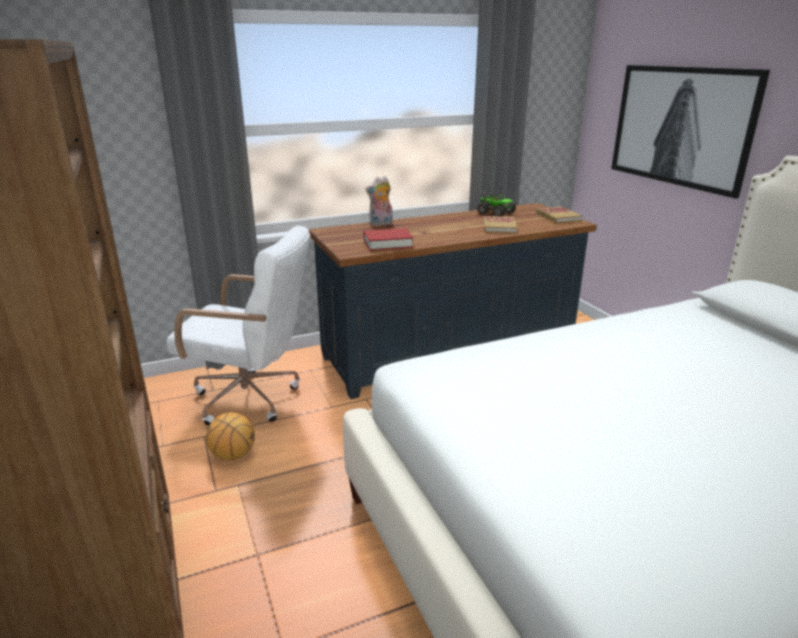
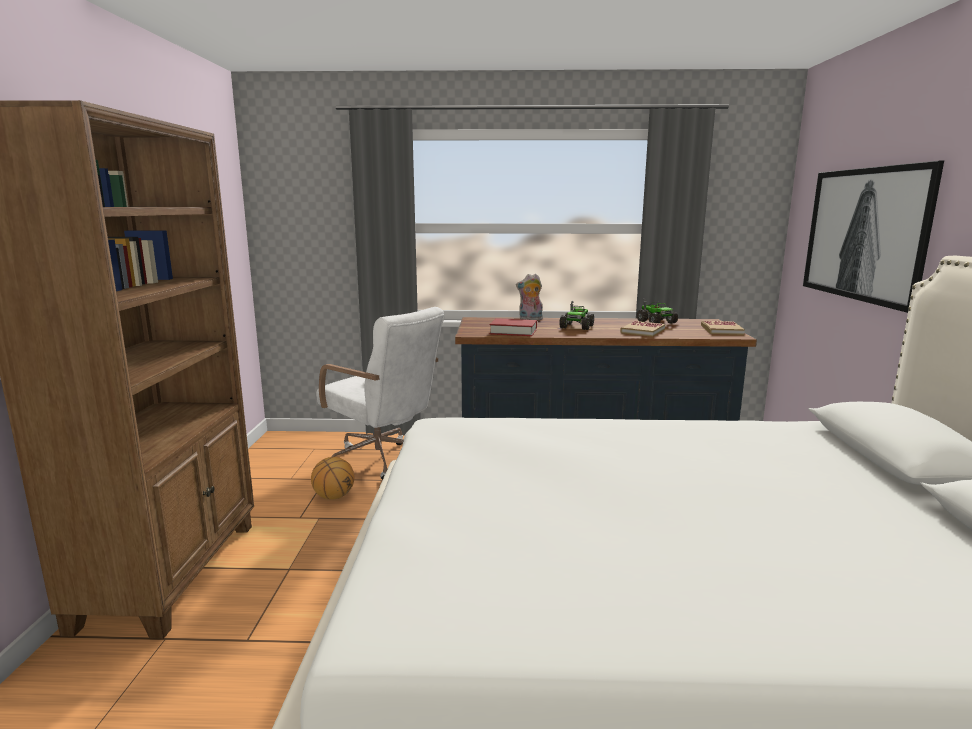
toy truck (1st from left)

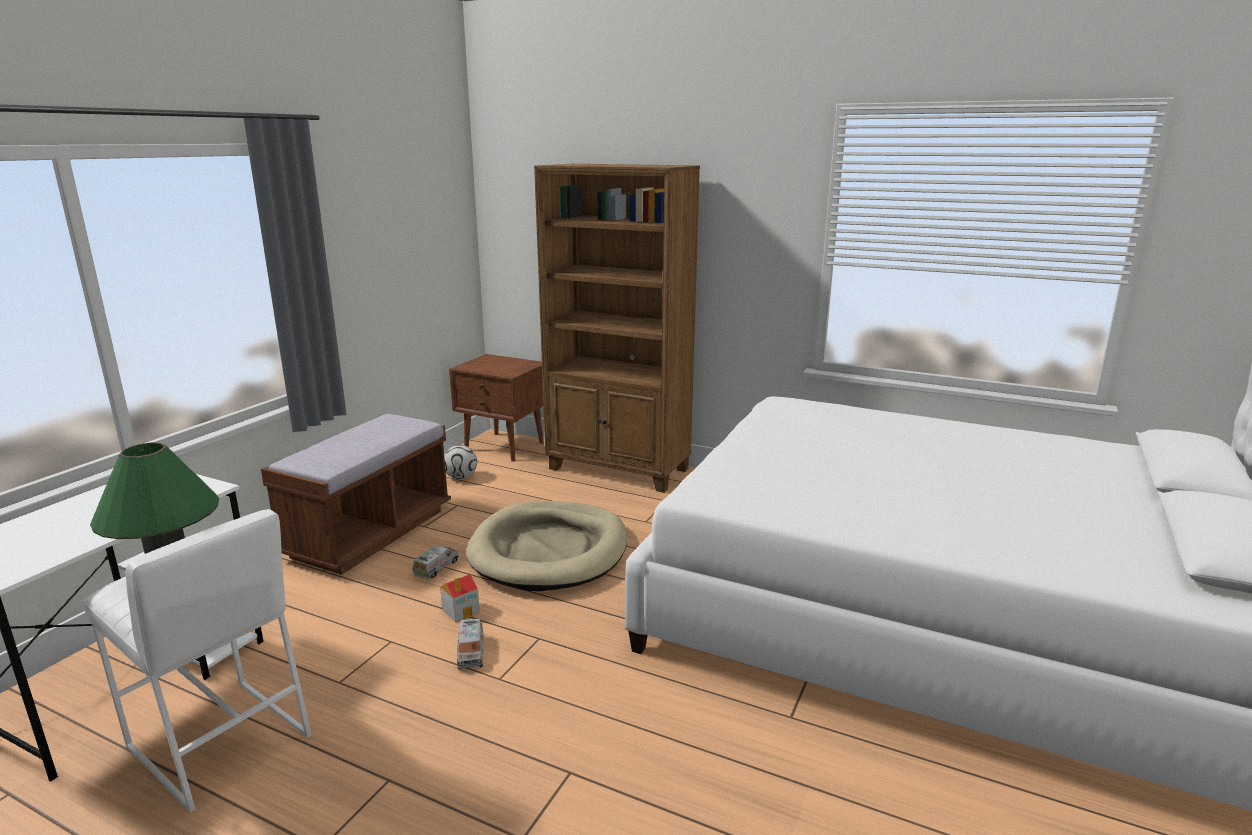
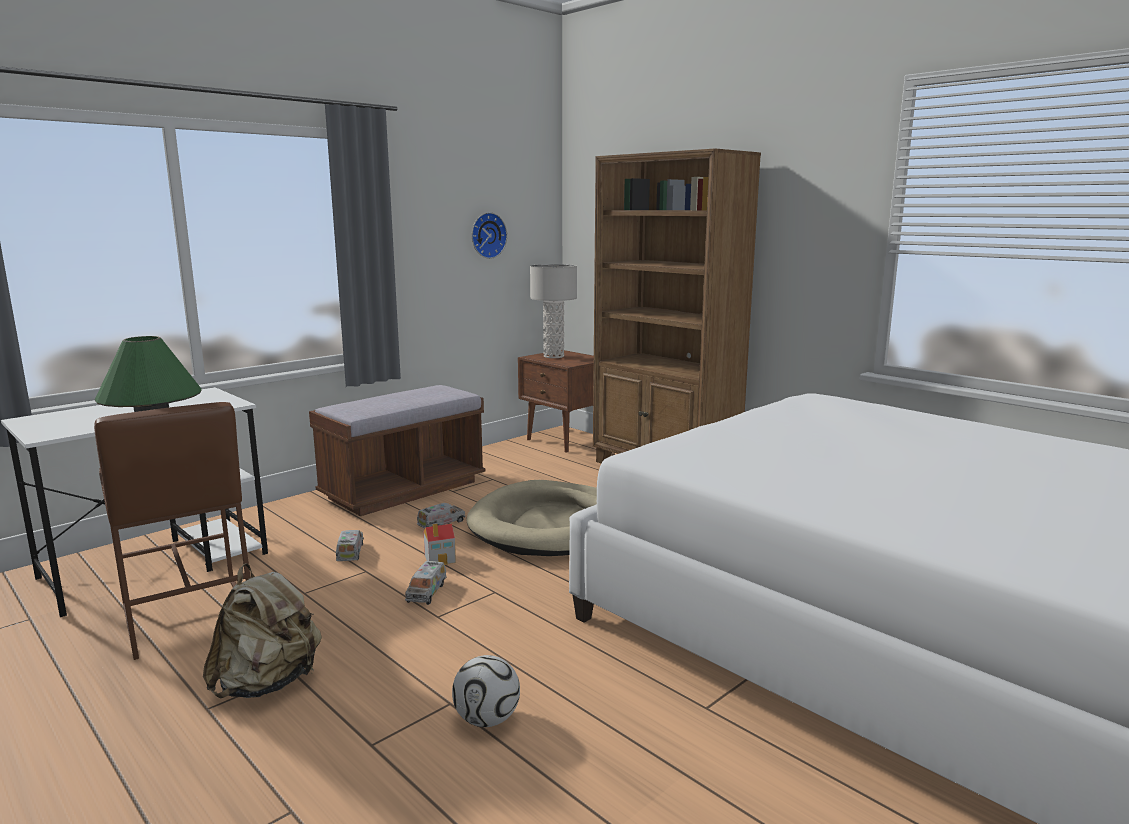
beige backpack; toy truck (1st from left); wall clock; white table lamp; football; brown stool

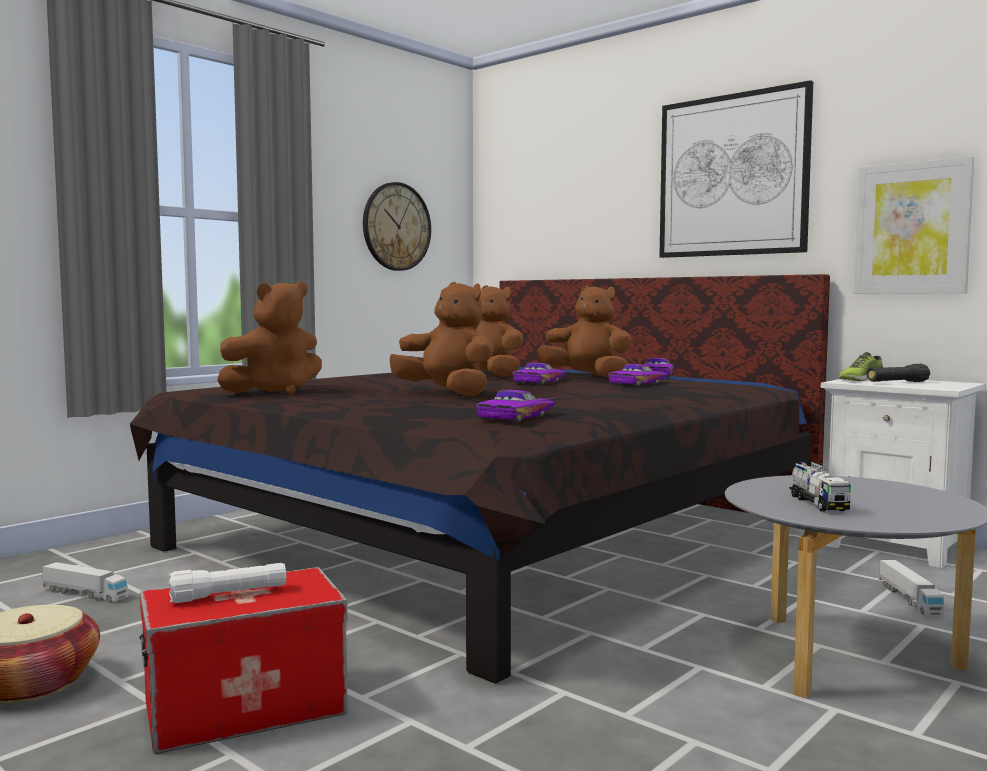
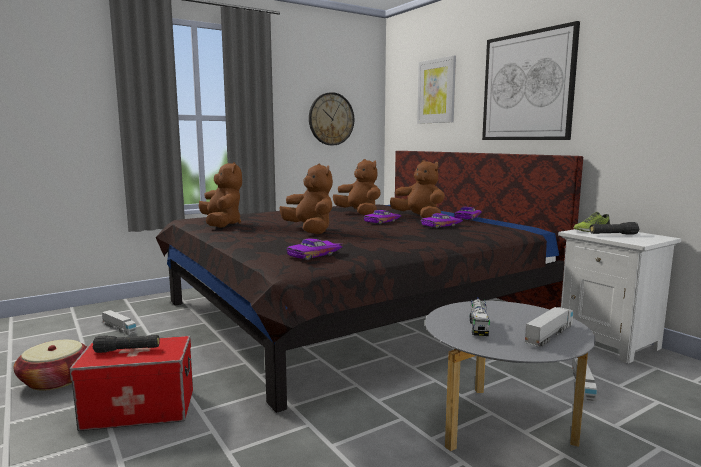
toy truck (3rd from left); picture (1st from left); black flashlight (1st from left); brown plush toy (1st from left)

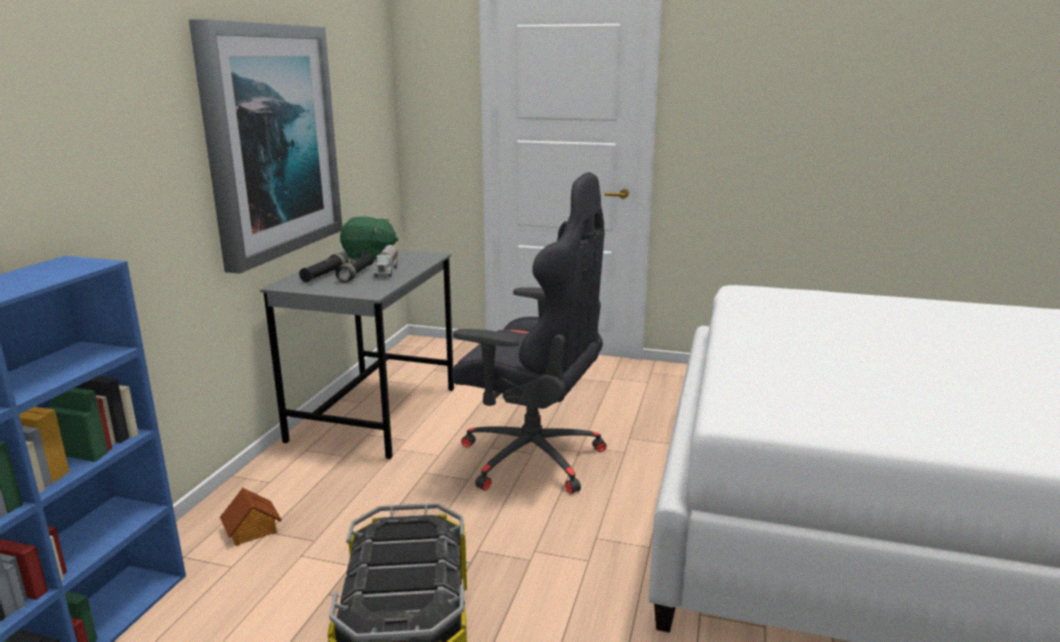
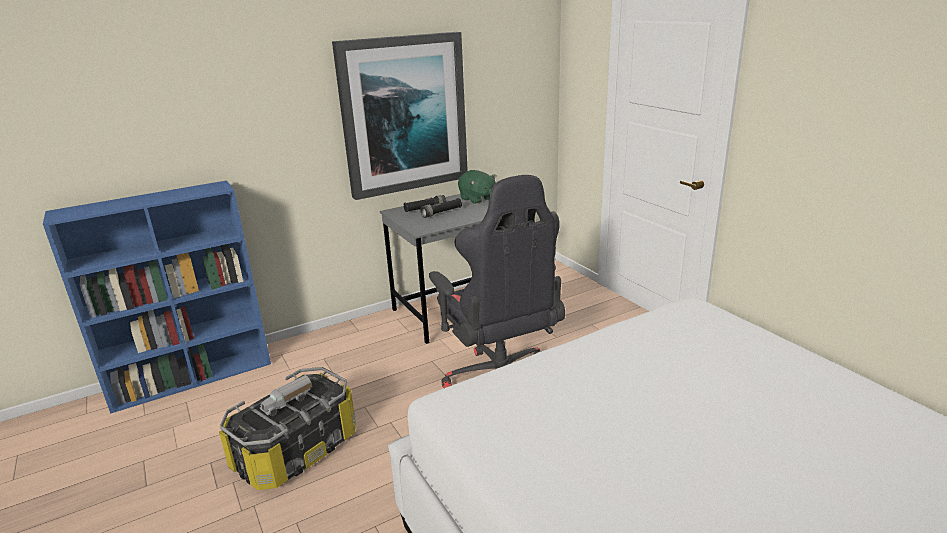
toy house; toy truck

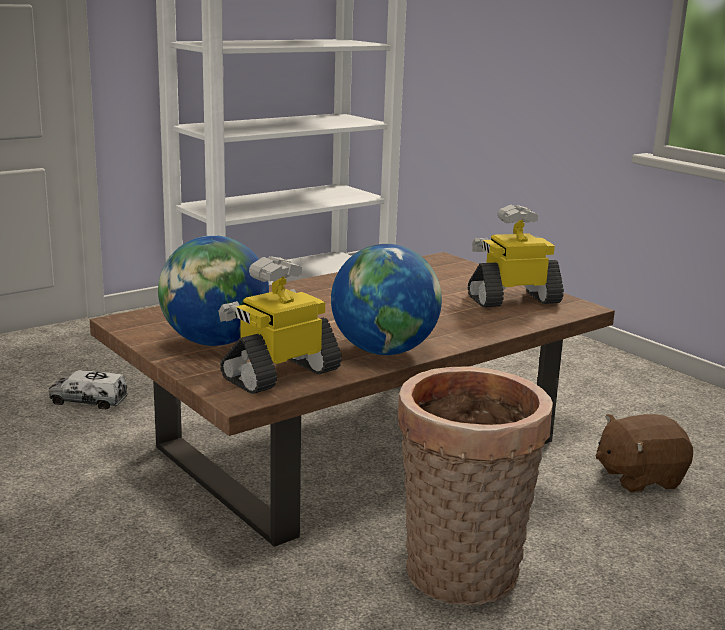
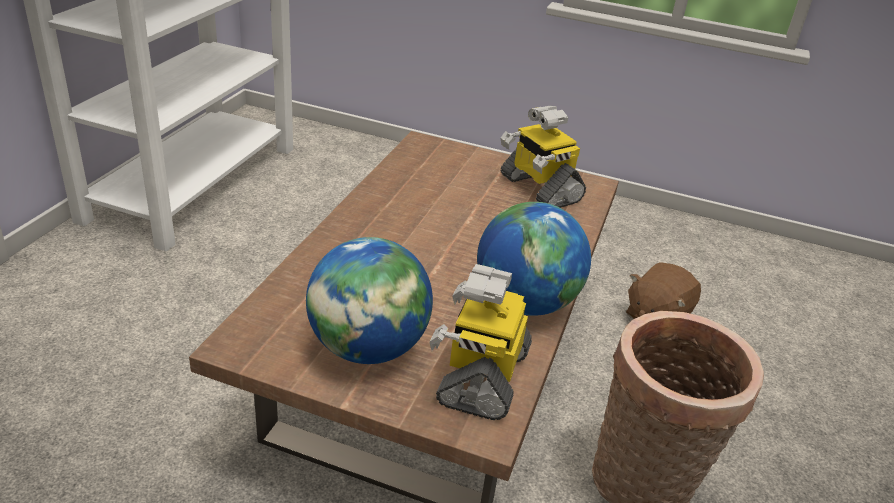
toy truck; toy robot (2nd from left)

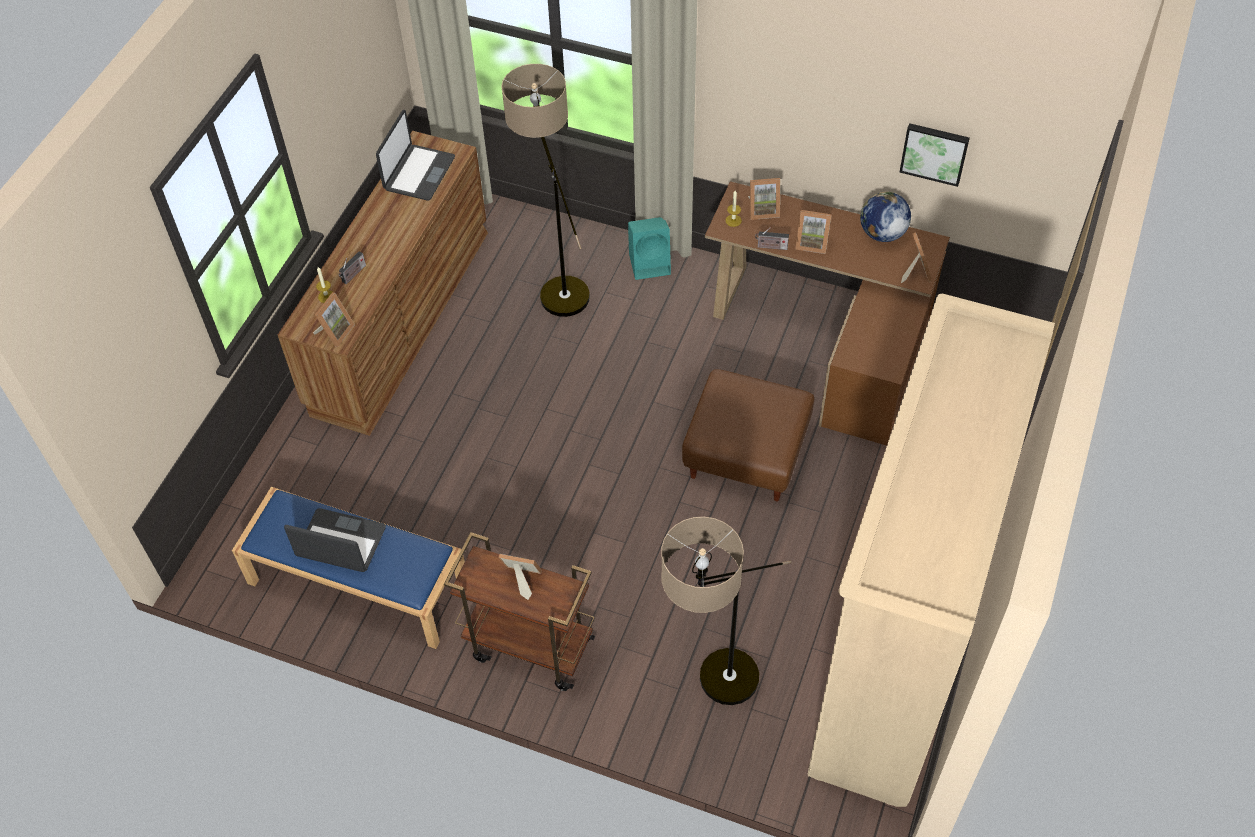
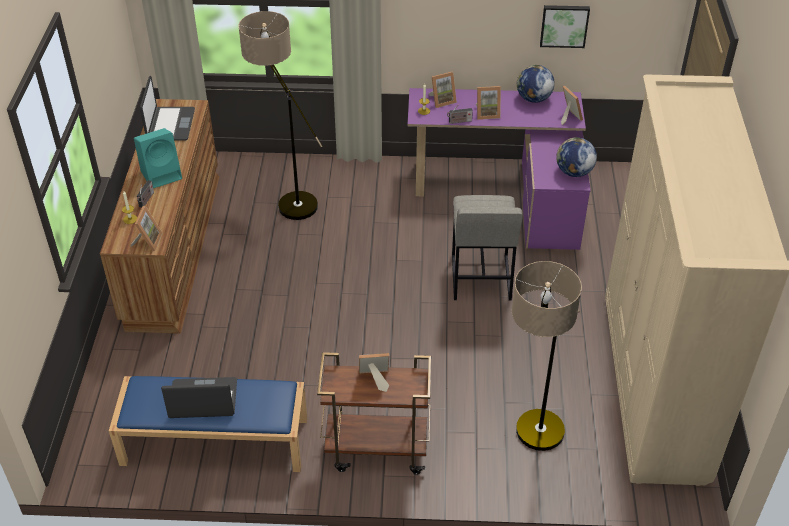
globe (2nd from left); turquoise speaker; grey chair; purple desk

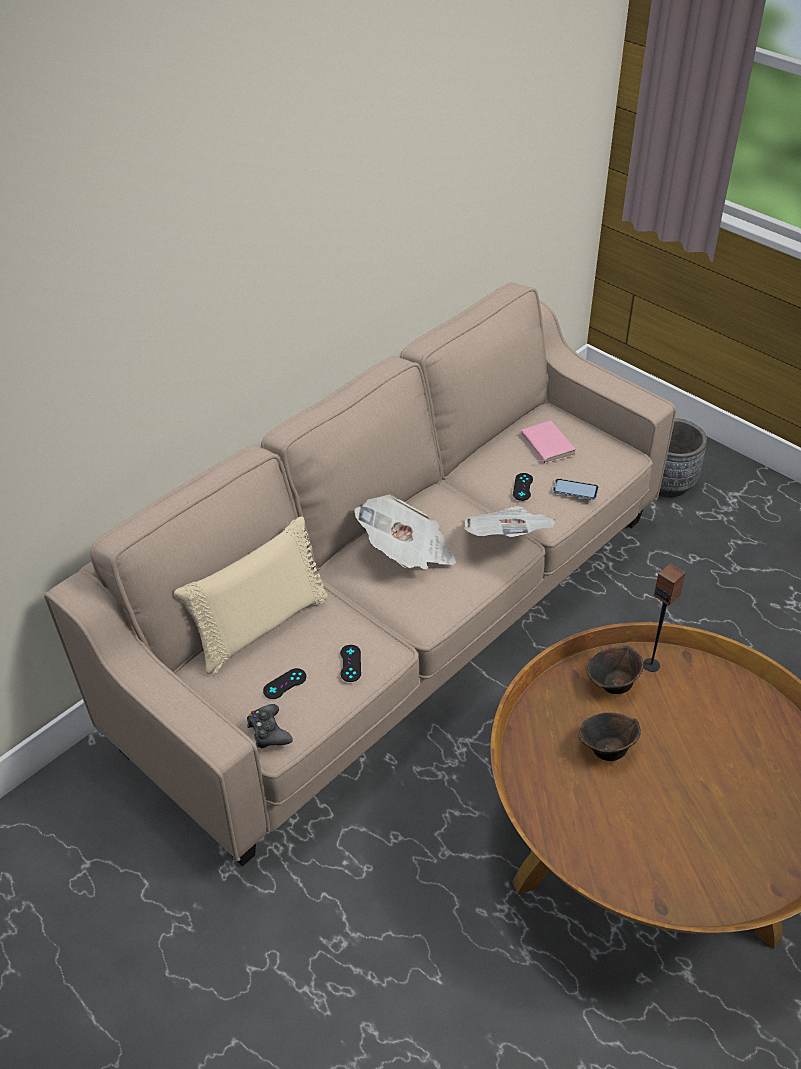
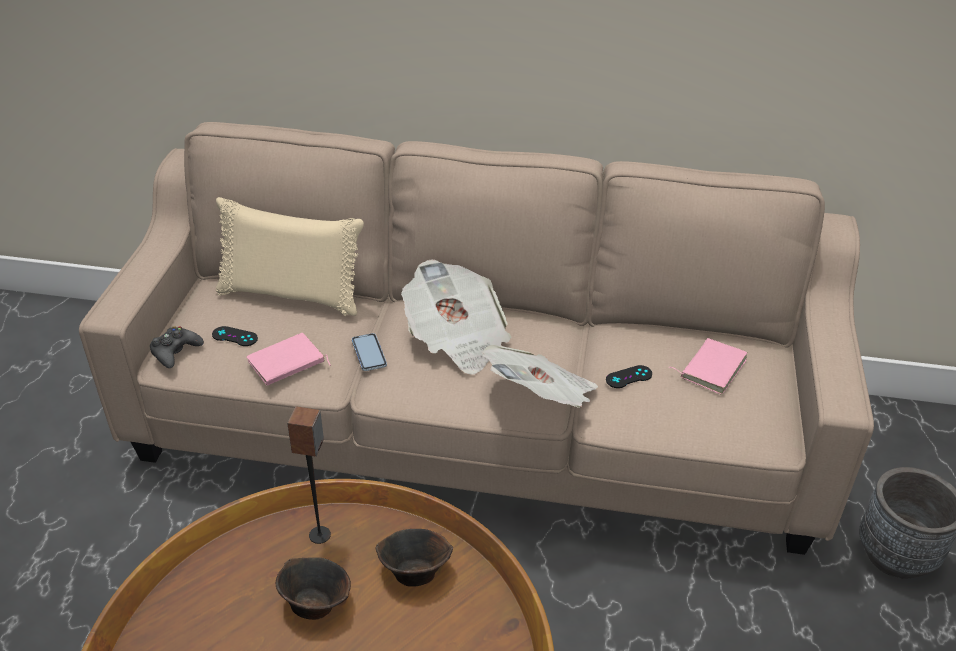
phone; speaker; pink book (1st from left)

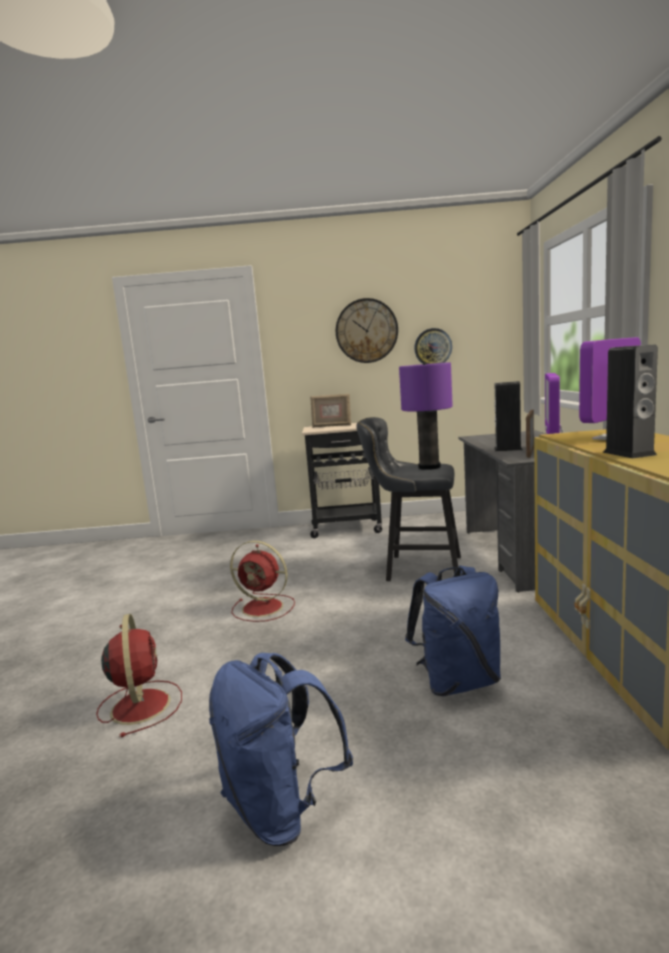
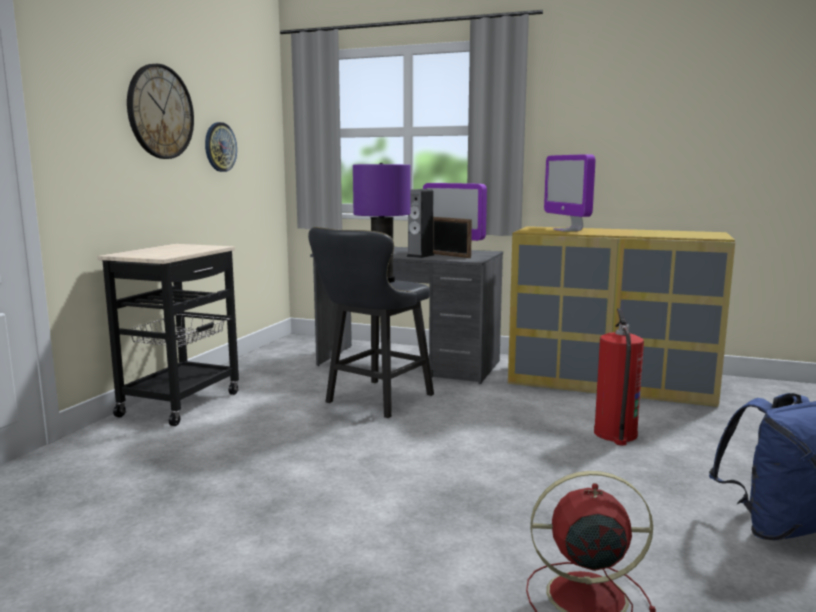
red fan (2nd from left in the first image); picture frame (1st from left in the first image); speaker (2nd from left in the first image); fire extinguisher

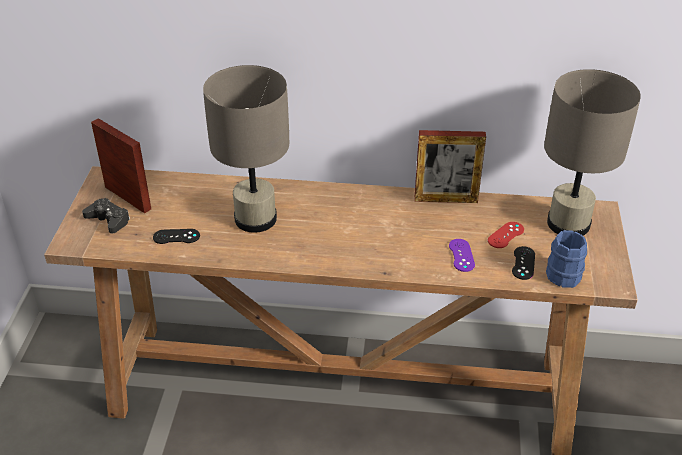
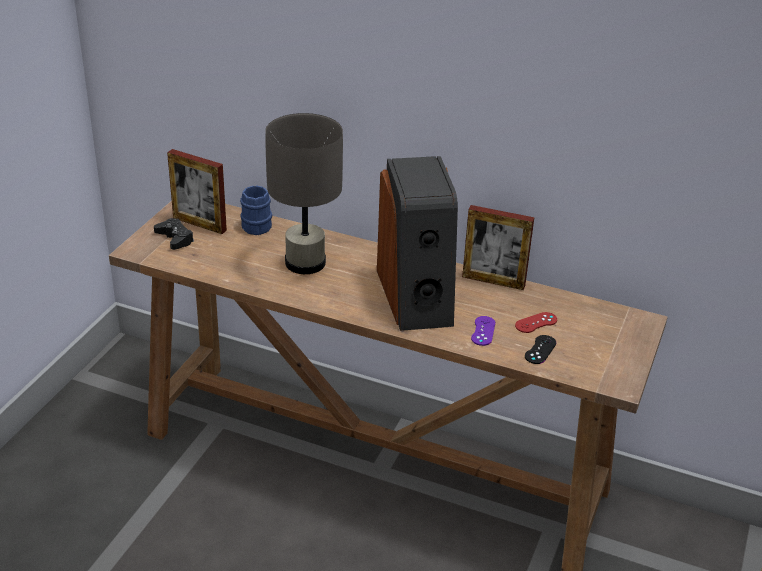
black game controller (2nd from left in the first image); grey table lamp (2nd from left in the first image); speaker; blue mug; picture frame (1st from left)

